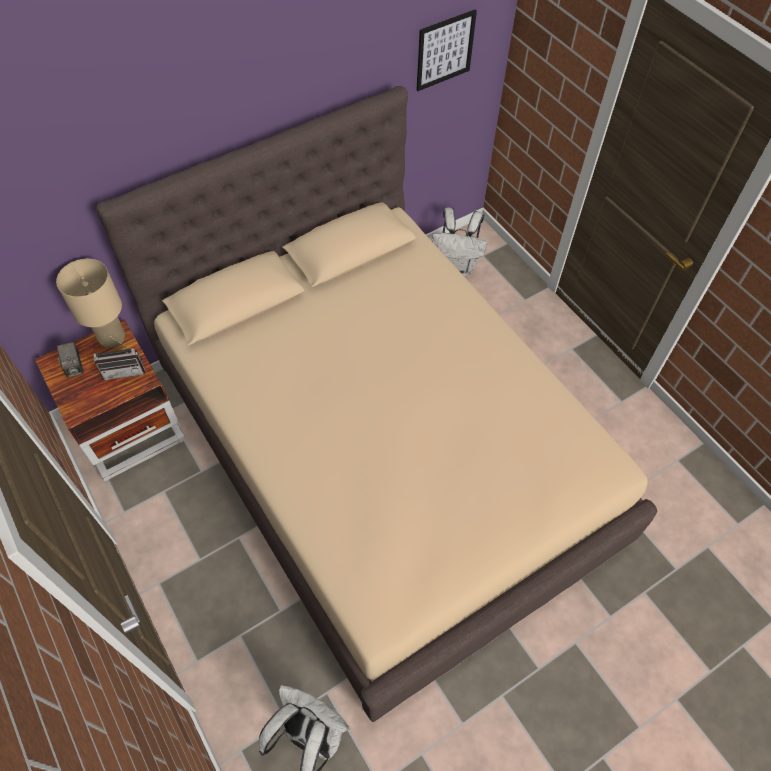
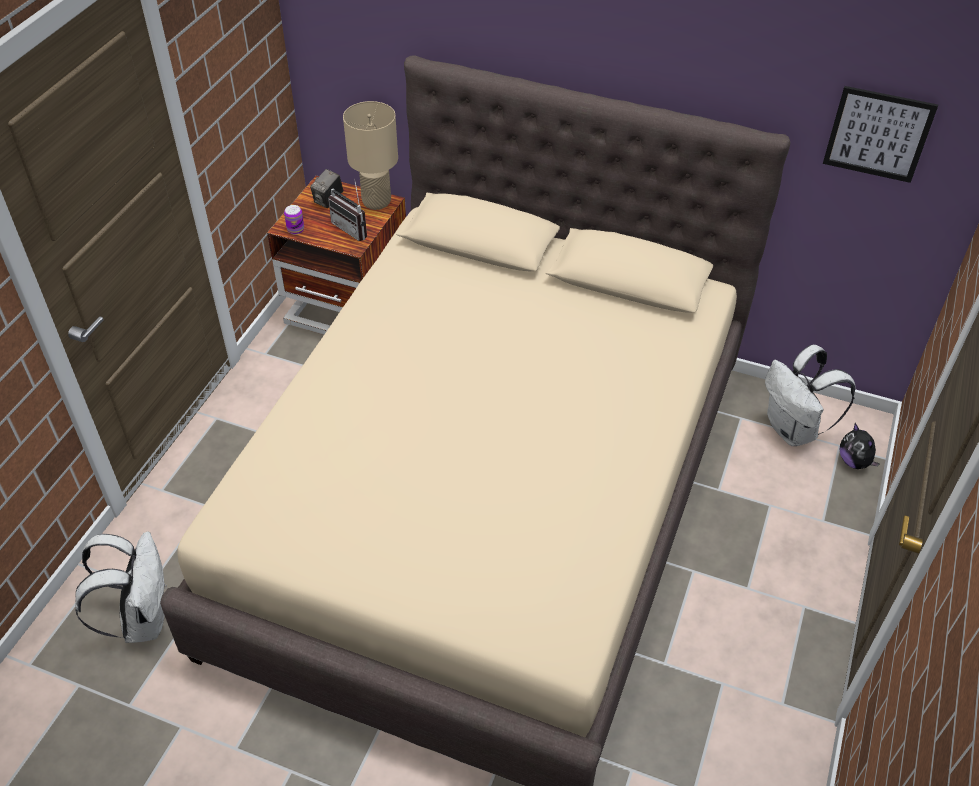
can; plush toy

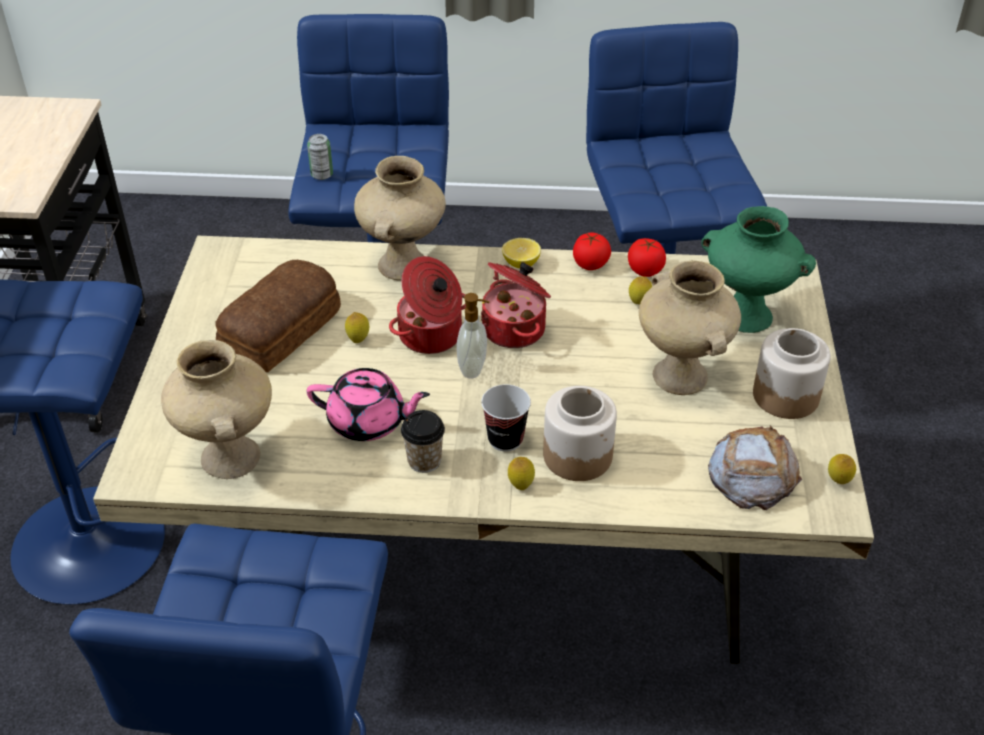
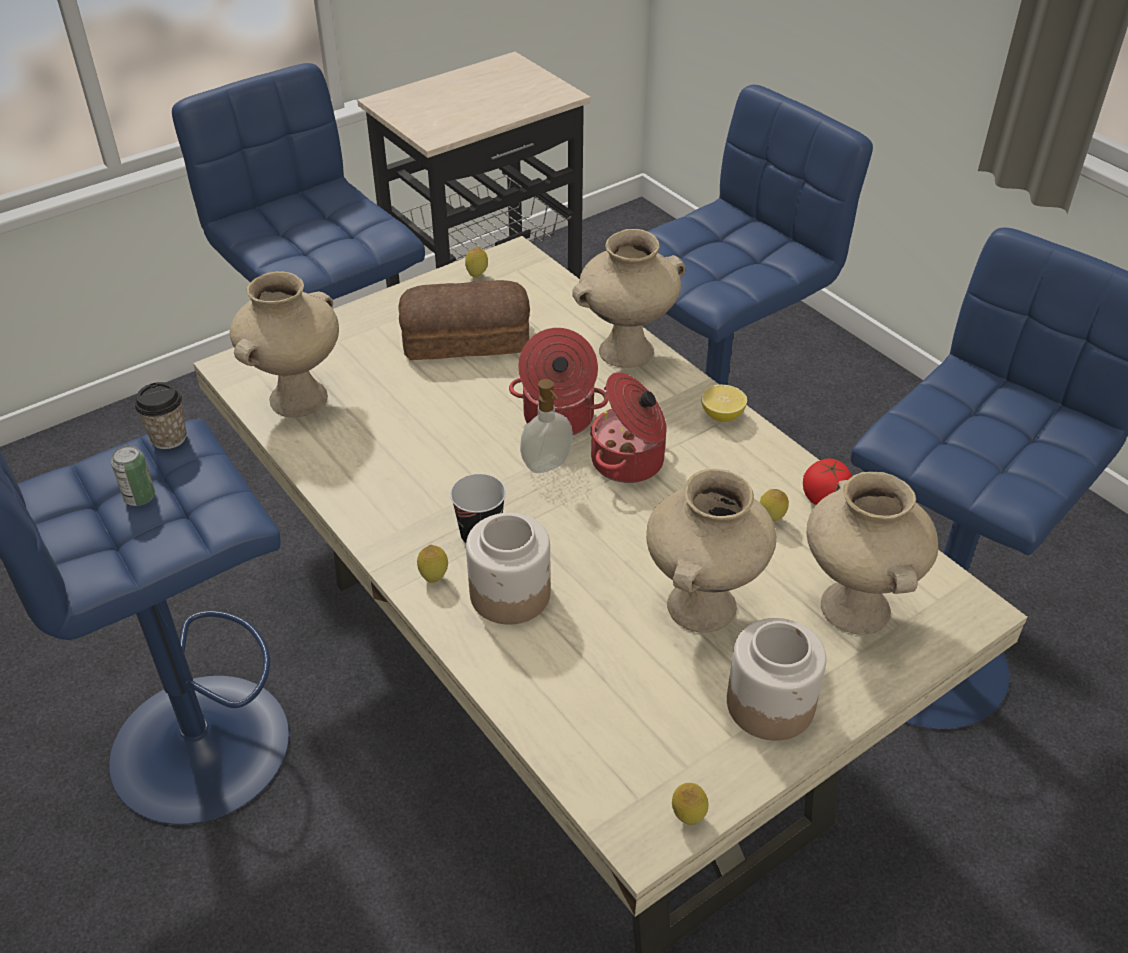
pink teapot; tomato (1st from left in the first image); bread (2nd from left in the first image); can; lemon (2nd from left); cup (1st from left); beige vase (4th from left)

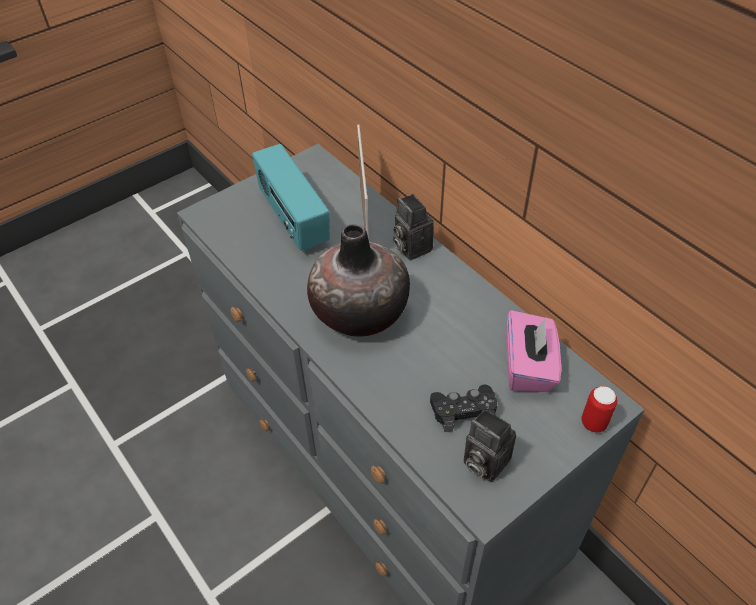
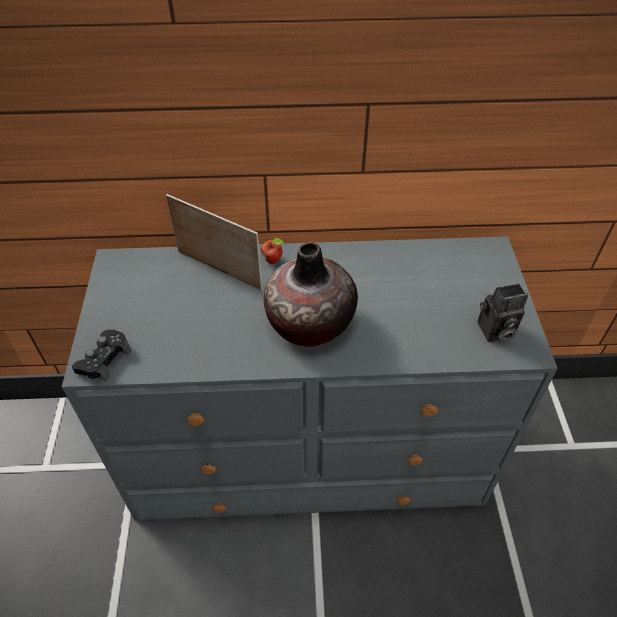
radio; pink tissue box; can; black game controller; apple

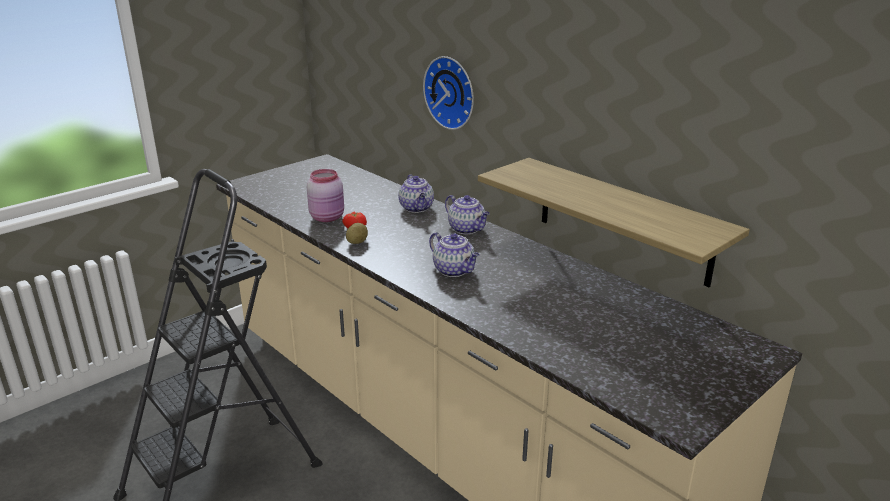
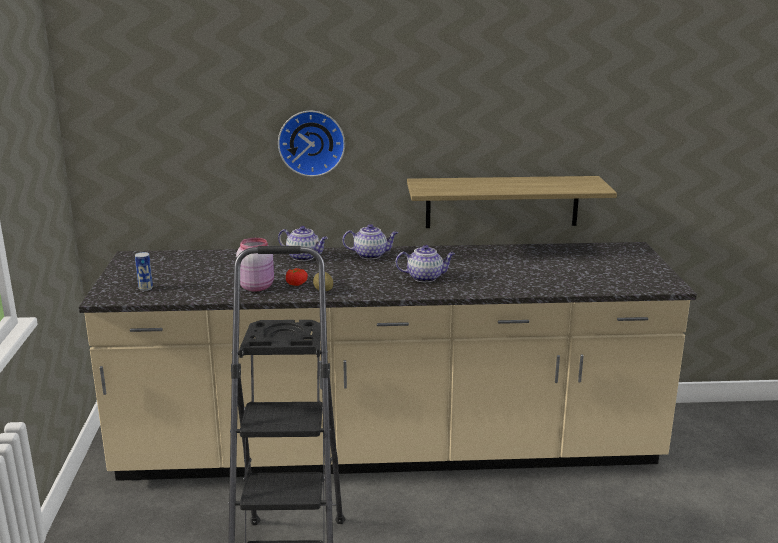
can

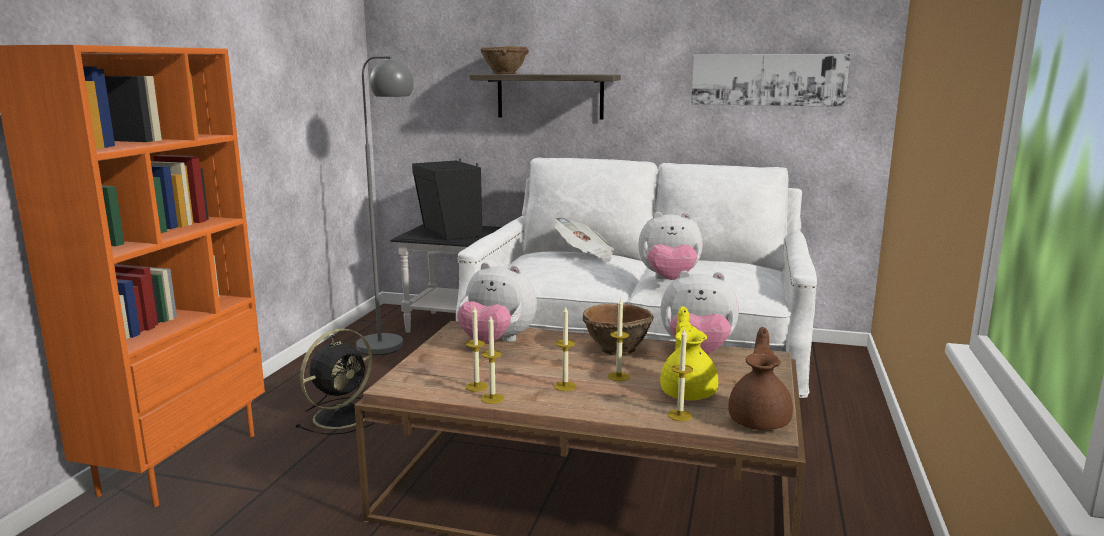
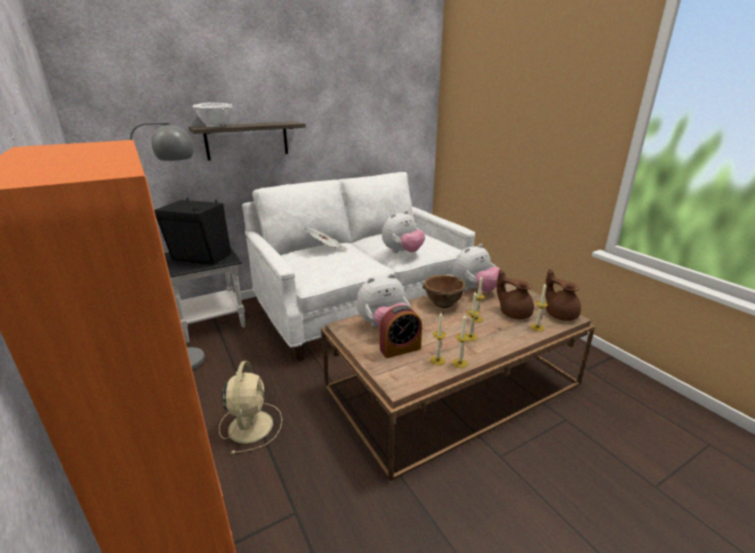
picture; alarm clock; beige fan; white bowl; brown teapot (1st from left)

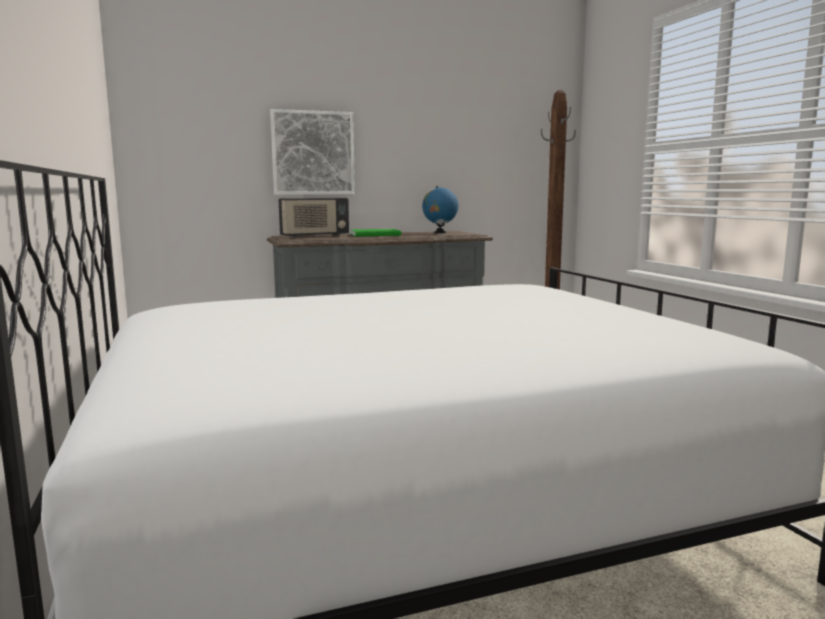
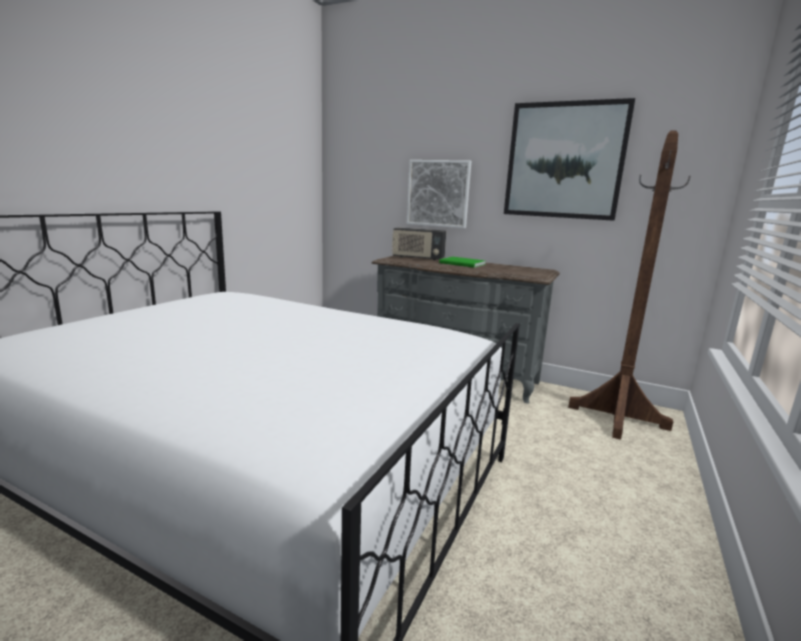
globe; picture (2nd from left)

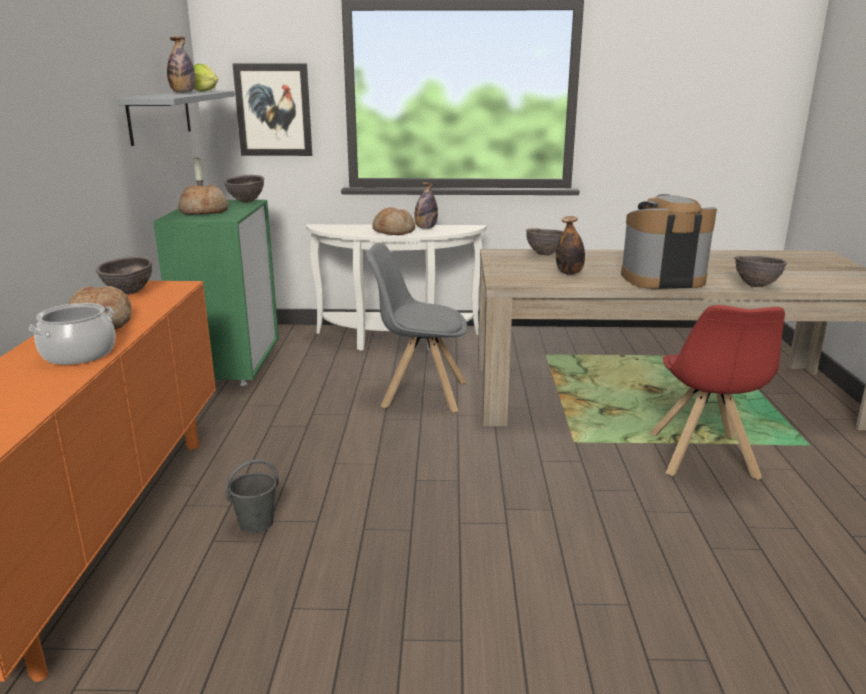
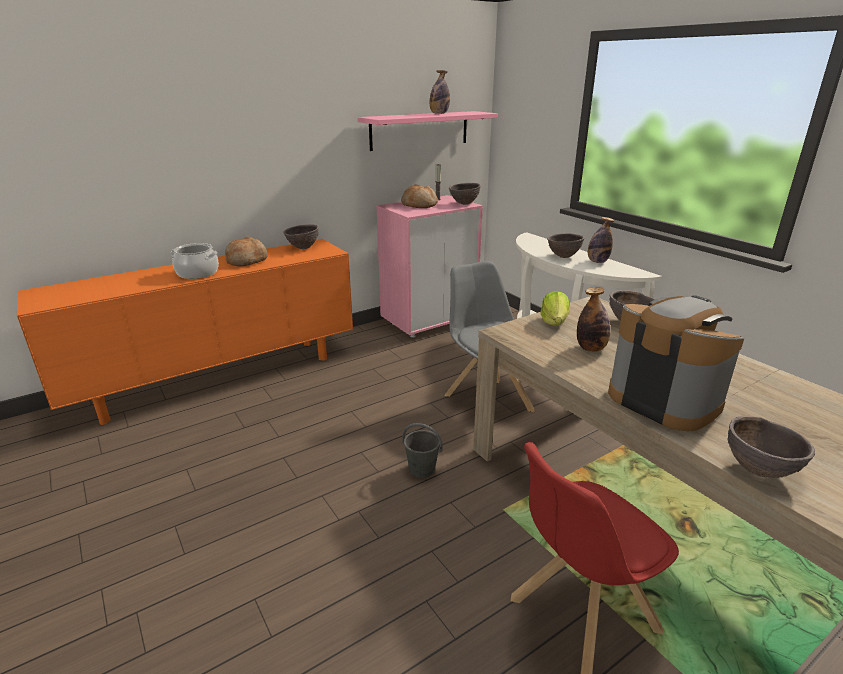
picture; lettuce; grey bucket; brown bowl (3rd from left); pink shelf; pink cabinet

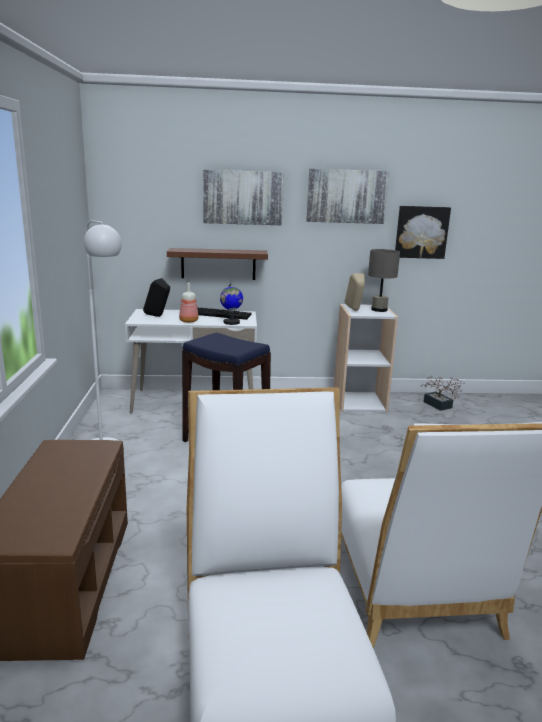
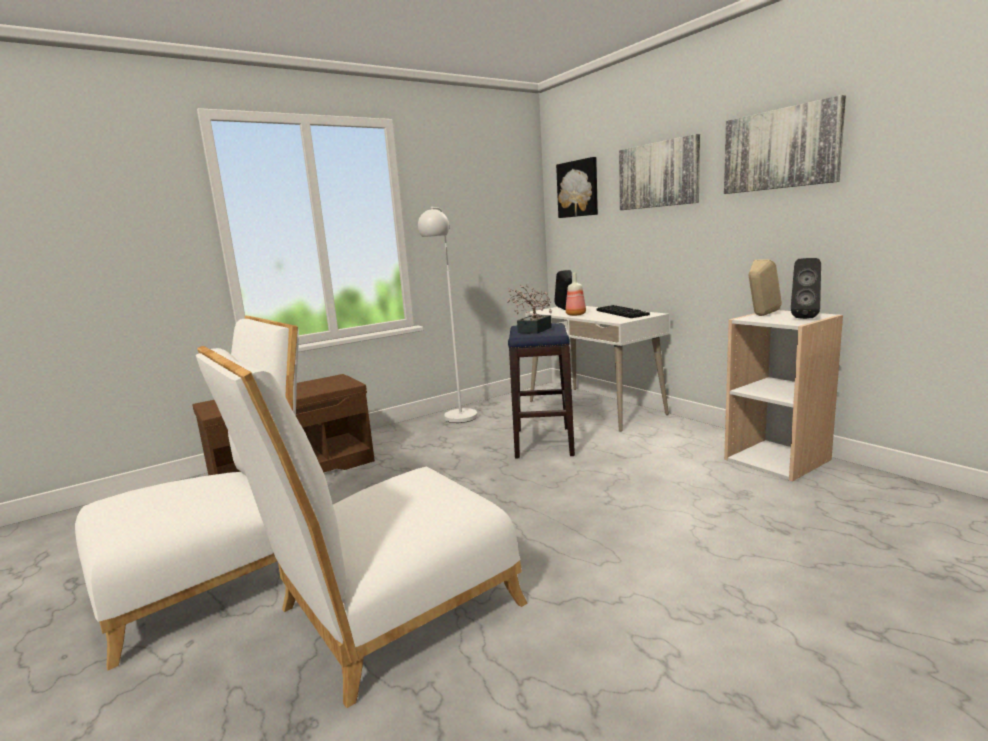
brown shelf; globe; picture (1st from left); potted plant; black speaker (2nd from left)

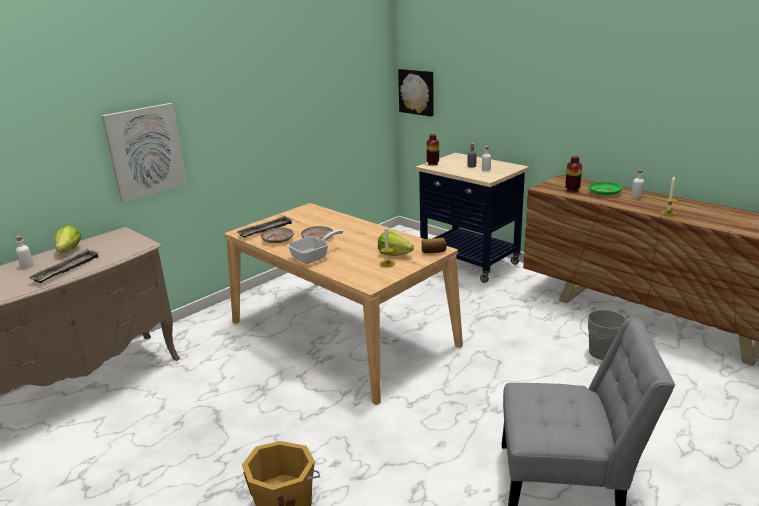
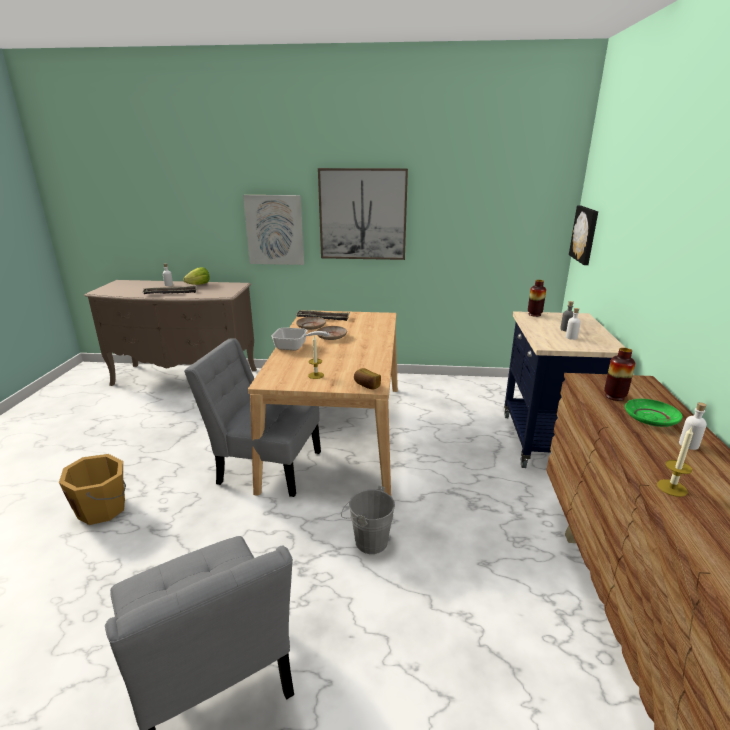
lettuce (2nd from left in the first image); grey chair (2nd from left); picture (2nd from left); grey bucket

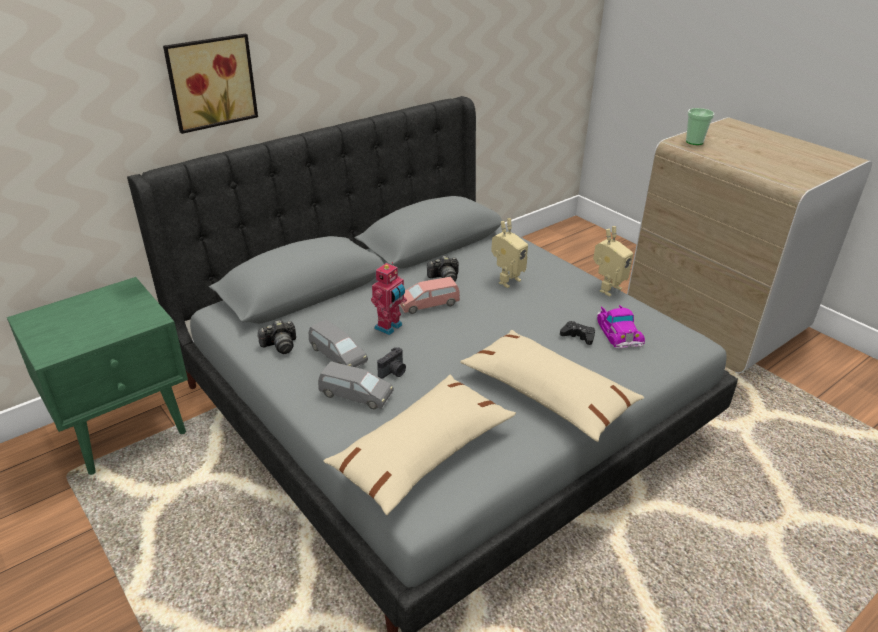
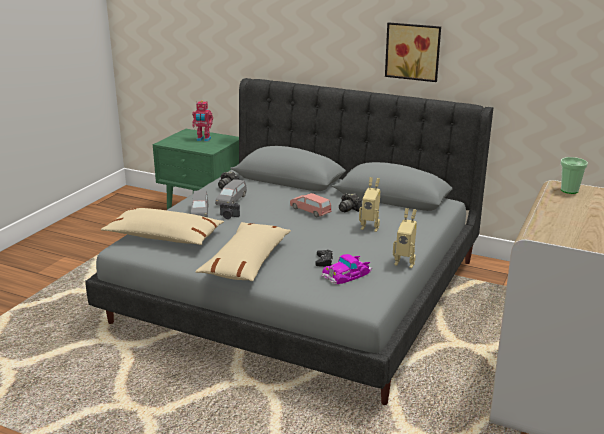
picture; toy robot (1st from left)

